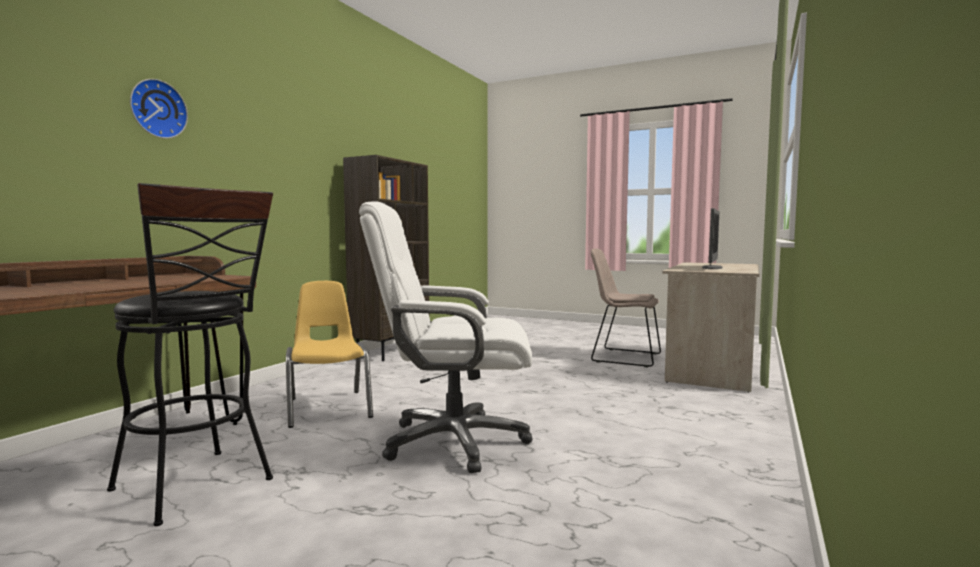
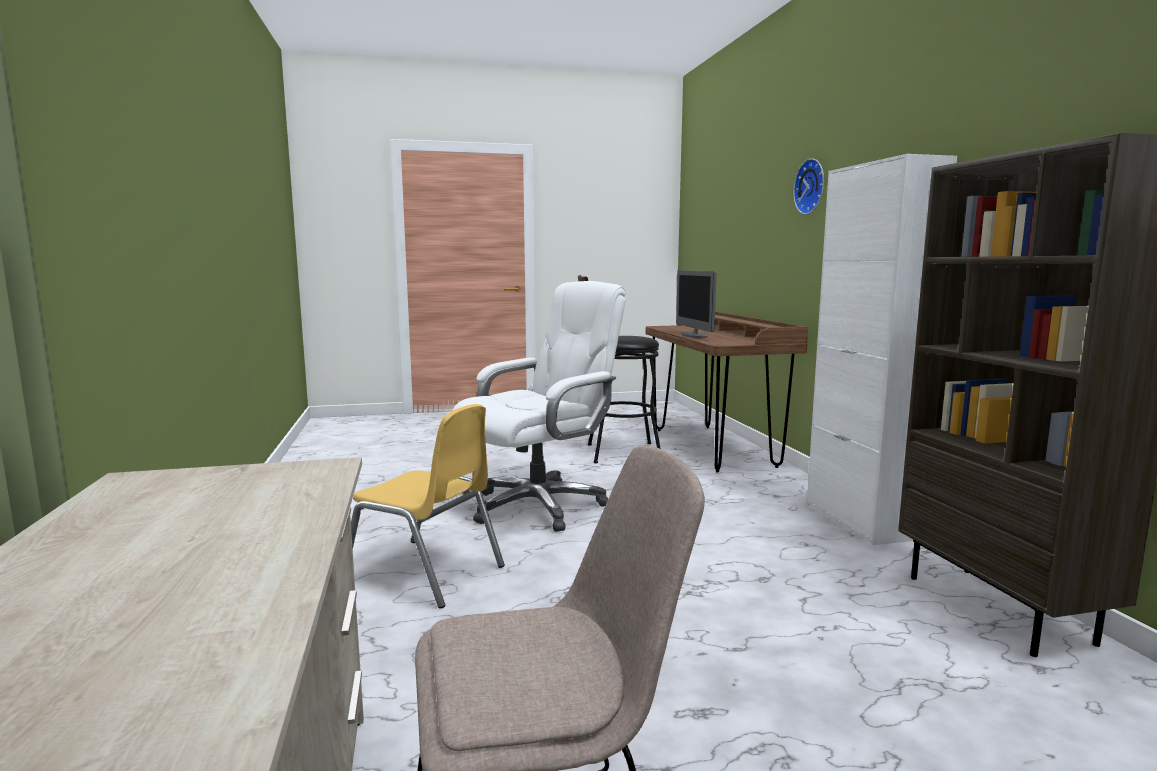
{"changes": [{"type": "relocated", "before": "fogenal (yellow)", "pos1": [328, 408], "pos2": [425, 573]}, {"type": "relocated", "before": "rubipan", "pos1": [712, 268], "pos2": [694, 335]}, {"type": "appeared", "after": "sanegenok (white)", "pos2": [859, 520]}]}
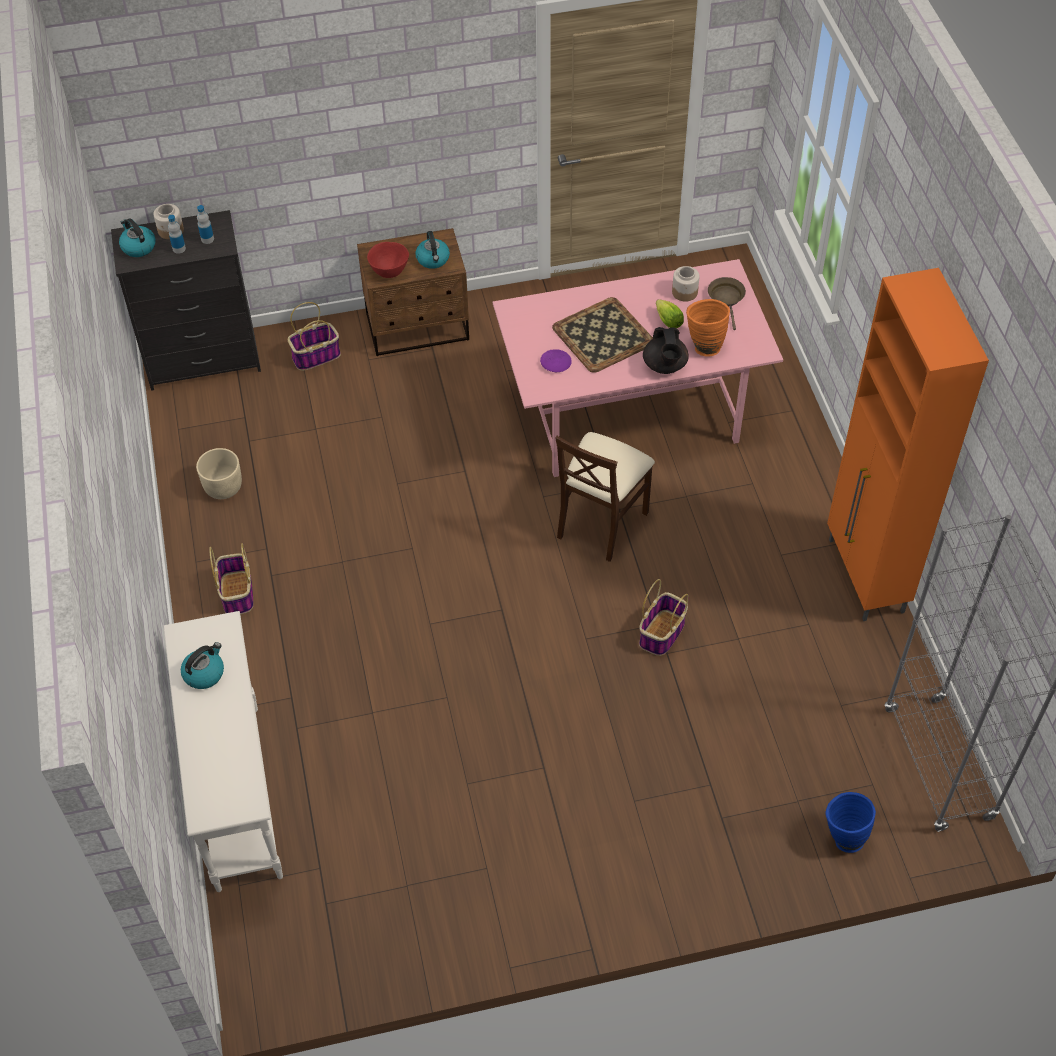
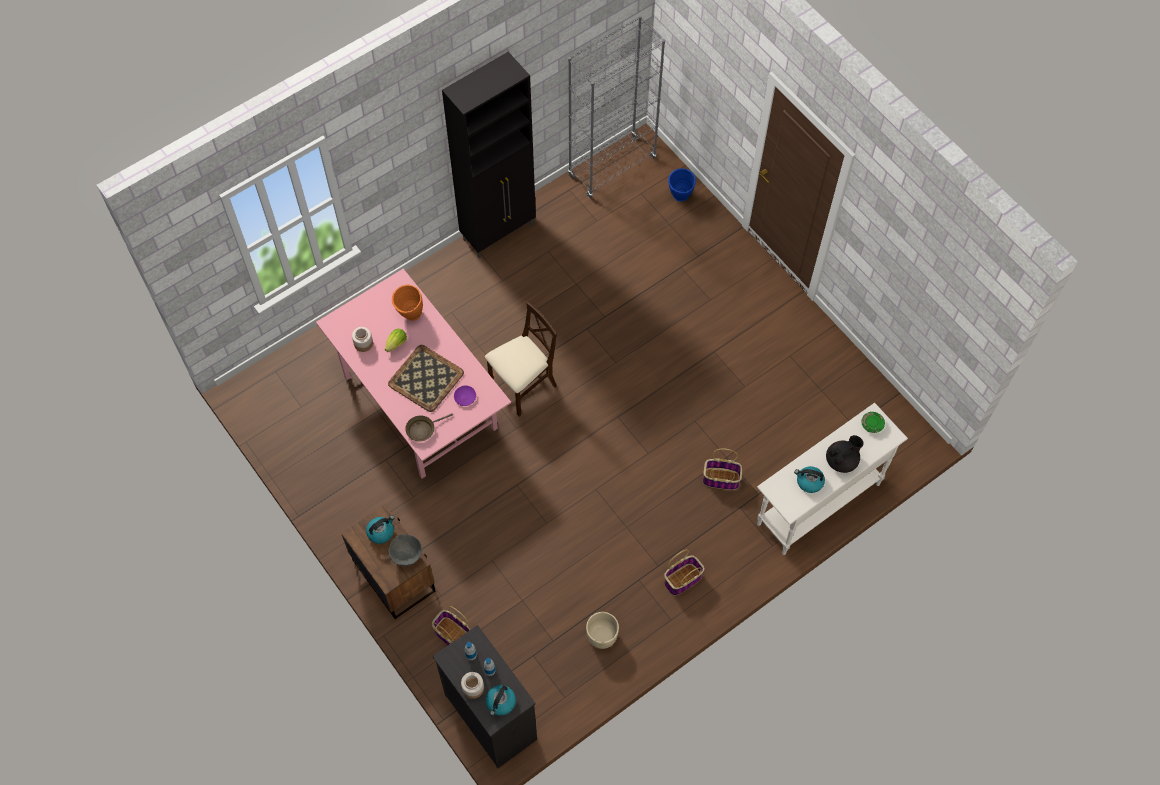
{"changes": [{"type": "colour", "before": "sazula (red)", "after": "sazula (grey)", "pos1": [389, 272], "pos2": [406, 556]}, {"type": "spun", "before": "fogenal (beige)", "pos1": [601, 522], "pos2": [523, 386], "turn": -45}, {"type": "relocated", "before": "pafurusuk", "pos1": [661, 634], "pos2": [721, 479]}, {"type": "relocated", "before": "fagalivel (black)", "pos1": [665, 366], "pos2": [842, 460]}, {"type": "relocated", "before": "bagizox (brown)", "pos1": [727, 299], "pos2": [423, 429]}, {"type": "colour", "before": "sanegenok (orange)", "after": "sanegenok (black)", "pos1": [865, 577], "pos2": [499, 232]}, {"type": "appeared", "after": "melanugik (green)", "pos2": [872, 424]}]}
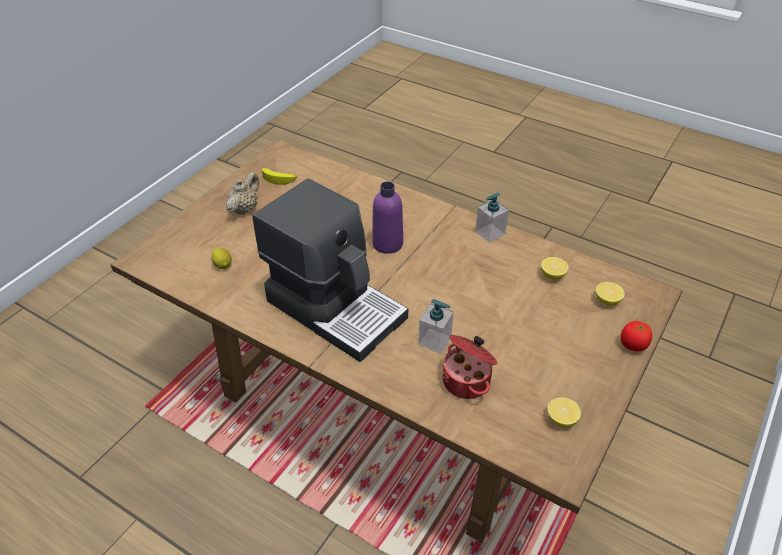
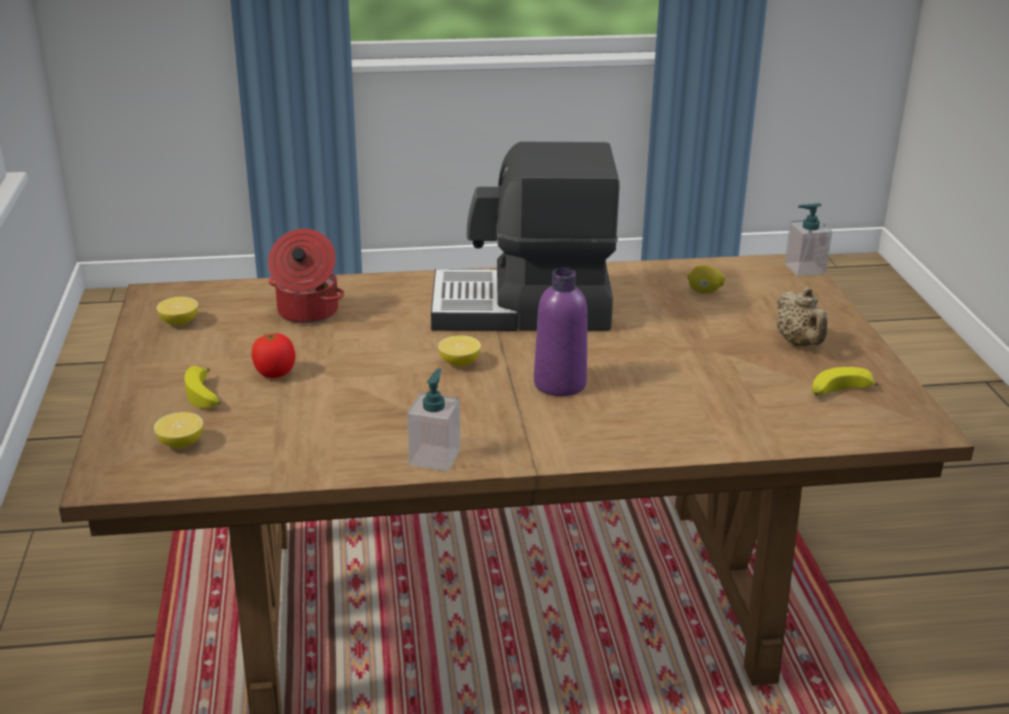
{"changes": [{"type": "relocated", "before": "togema", "pos1": [435, 341], "pos2": [804, 268]}, {"type": "relocated", "before": "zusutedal", "pos1": [552, 275], "pos2": [459, 363]}, {"type": "relocated", "before": "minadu", "pos1": [632, 345], "pos2": [275, 373]}, {"type": "appeared", "after": "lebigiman", "pos2": [205, 396]}]}
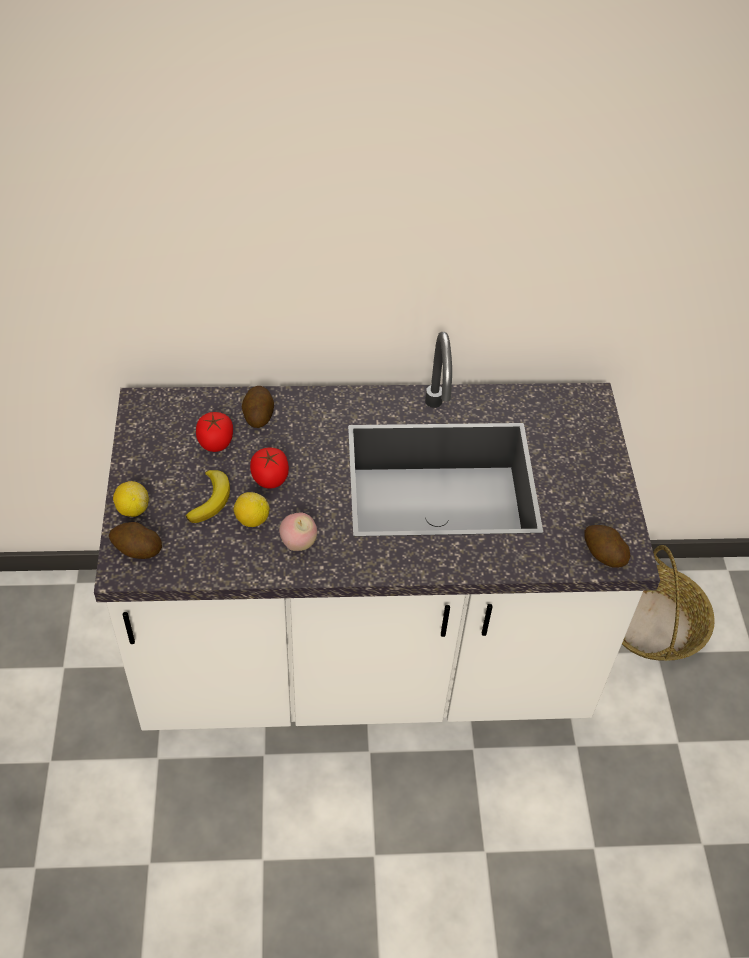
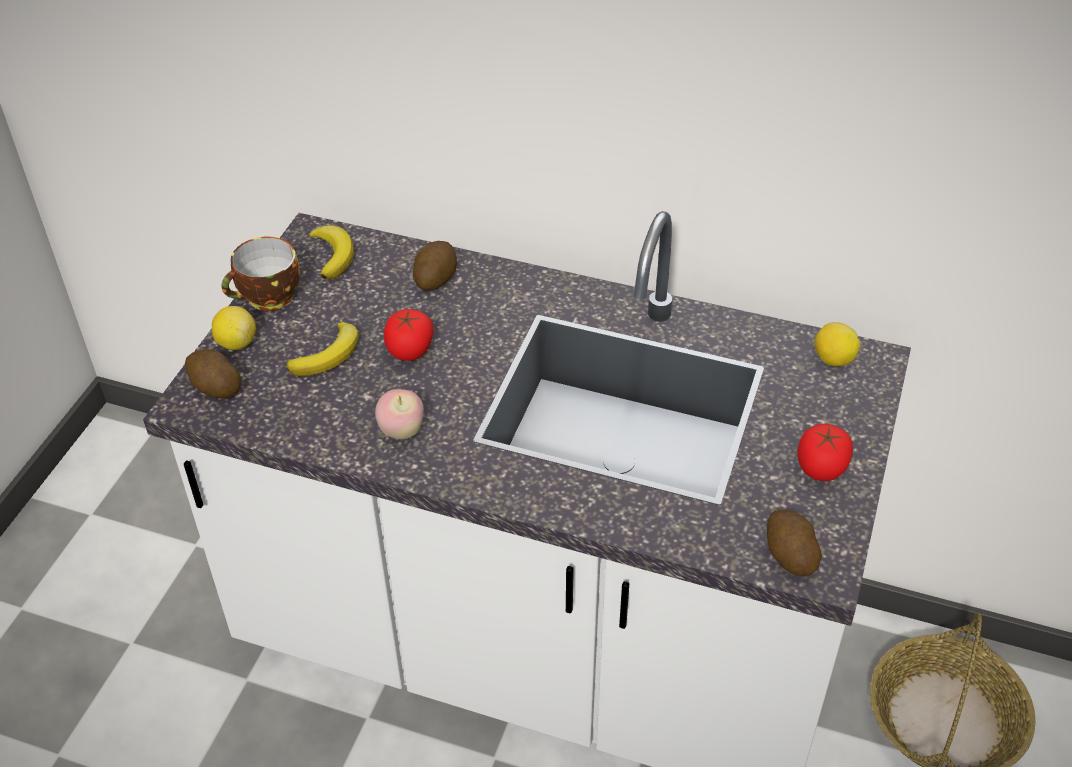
{"changes": [{"type": "relocated", "before": "minadu", "pos1": [215, 442], "pos2": [821, 467]}, {"type": "relocated", "before": "zusutedal", "pos1": [252, 520], "pos2": [833, 359]}, {"type": "appeared", "after": "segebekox", "pos2": [268, 298]}, {"type": "appeared", "after": "lebigiman", "pos2": [333, 255]}]}
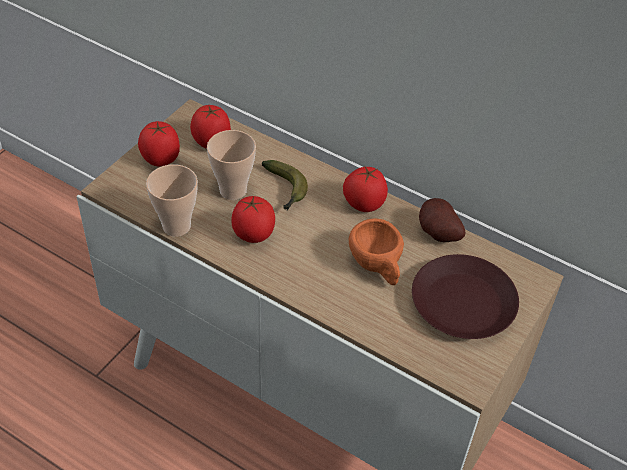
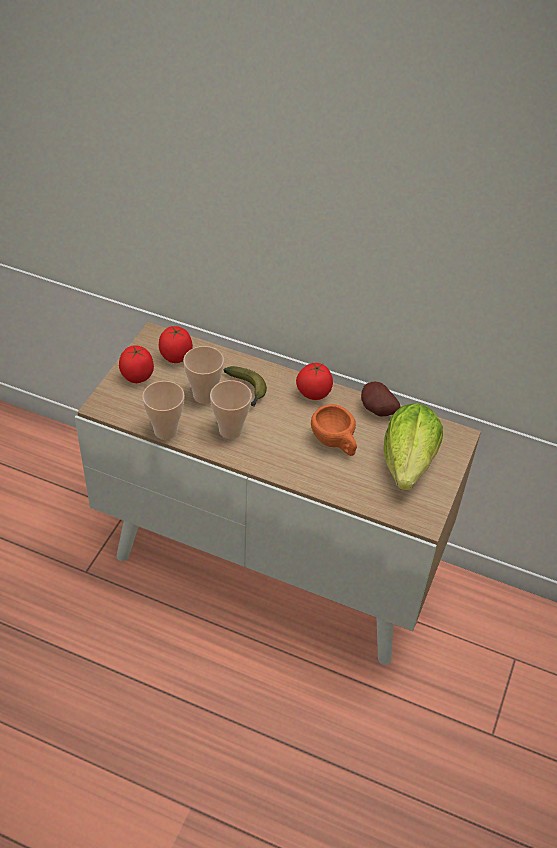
{"changes": [{"type": "exchanged", "before": "minadu", "after": "segebekox", "pos1": [253, 235], "pos2": [230, 430]}, {"type": "exchanged", "before": "melanugik (brown)", "after": "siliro", "pos1": [464, 303], "pos2": [408, 462]}]}
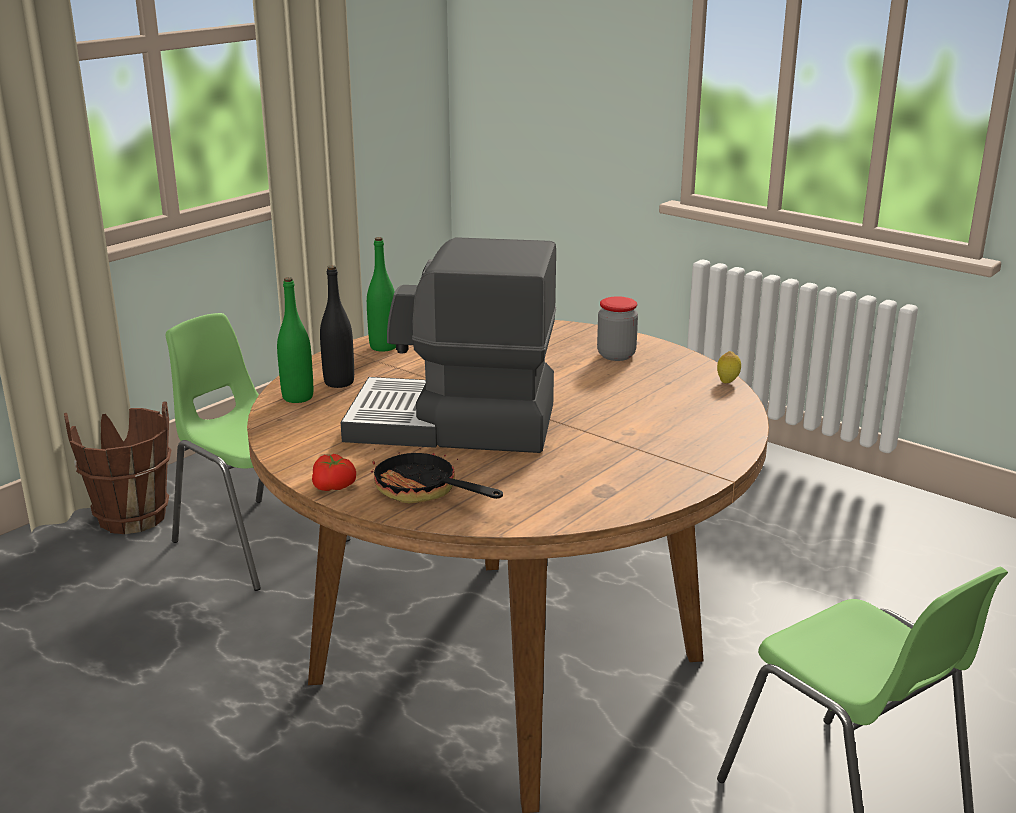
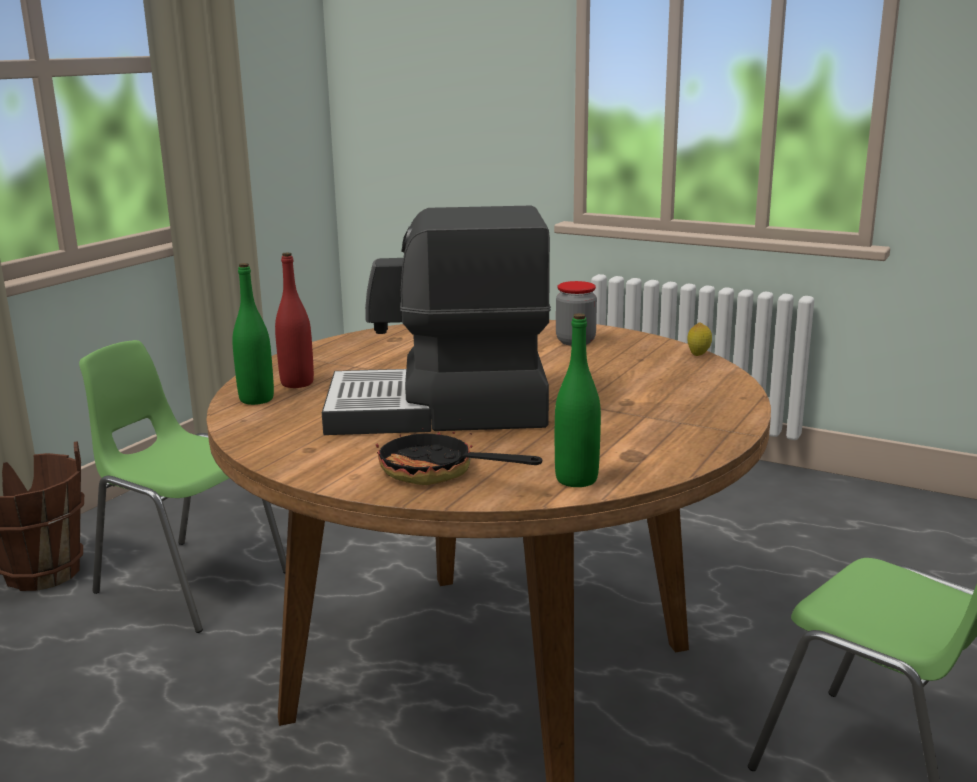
{"changes": [{"type": "missing", "before": "minadu", "pos1": [335, 486]}, {"type": "colour", "before": "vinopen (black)", "after": "vinopen (red)", "pos1": [339, 382], "pos2": [297, 383]}, {"type": "relocated", "before": "vinopen (green)", "pos1": [383, 347], "pos2": [576, 479]}]}
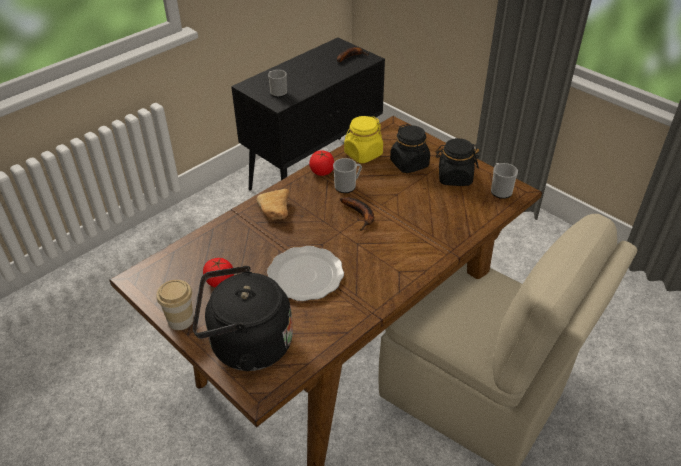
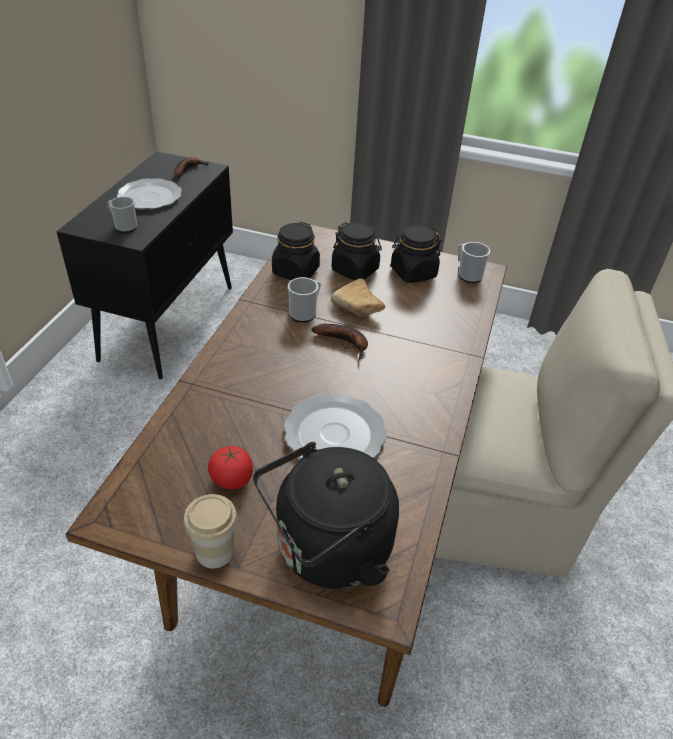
{"changes": [{"type": "relocated", "before": "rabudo", "pos1": [275, 213], "pos2": [360, 308]}, {"type": "missing", "before": "minadu", "pos1": [322, 171]}, {"type": "colour", "before": "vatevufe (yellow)", "after": "vatevufe (black)", "pos1": [363, 154], "pos2": [295, 271]}, {"type": "appeared", "after": "melanugik", "pos2": [150, 197]}]}
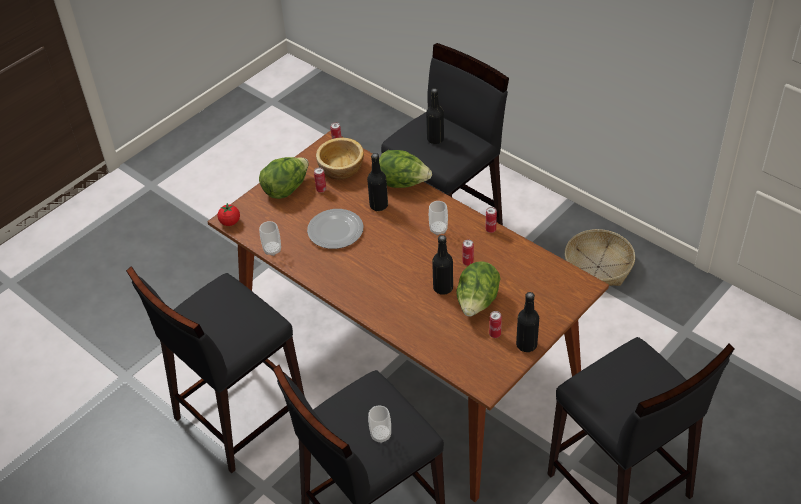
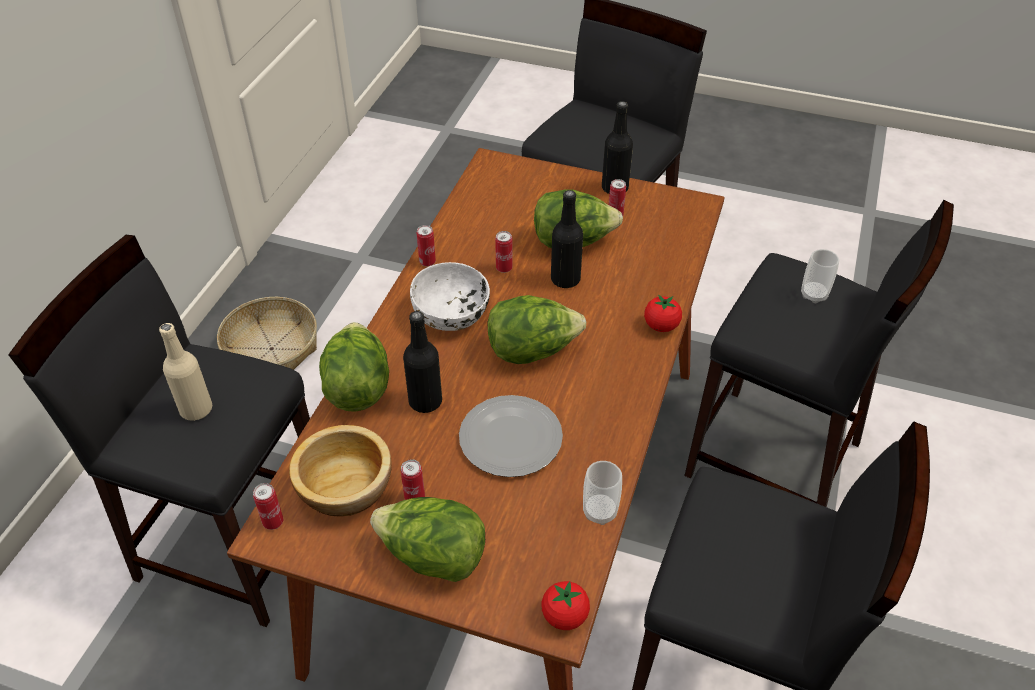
{"changes": [{"type": "colour", "before": "vinopen (black)", "after": "vinopen (beige)", "pos1": [435, 139], "pos2": [196, 409]}, {"type": "exchanged", "before": "segebekox", "after": "sazula (white)", "pos1": [438, 229], "pos2": [451, 315]}, {"type": "appeared", "after": "siliro", "pos2": [532, 351]}, {"type": "appeared", "after": "minadu", "pos2": [661, 326]}]}
